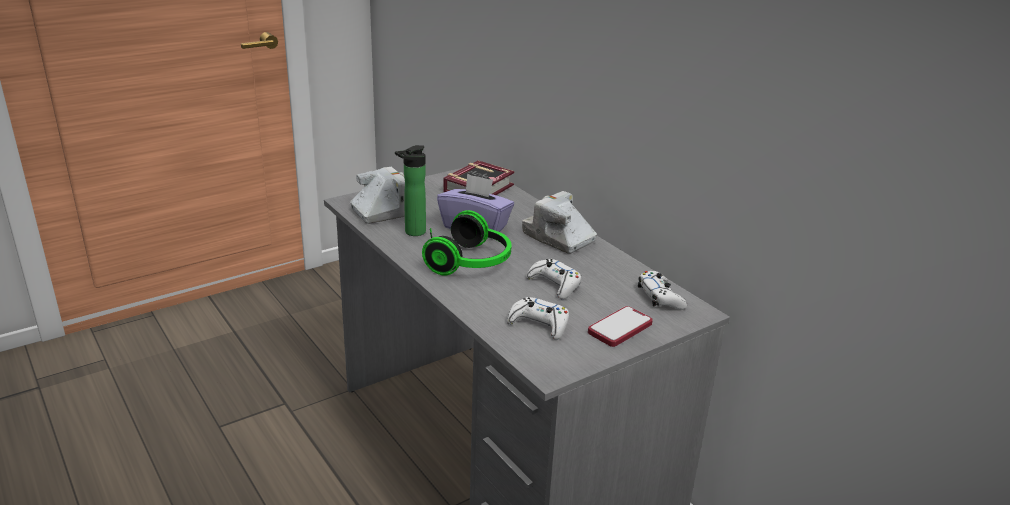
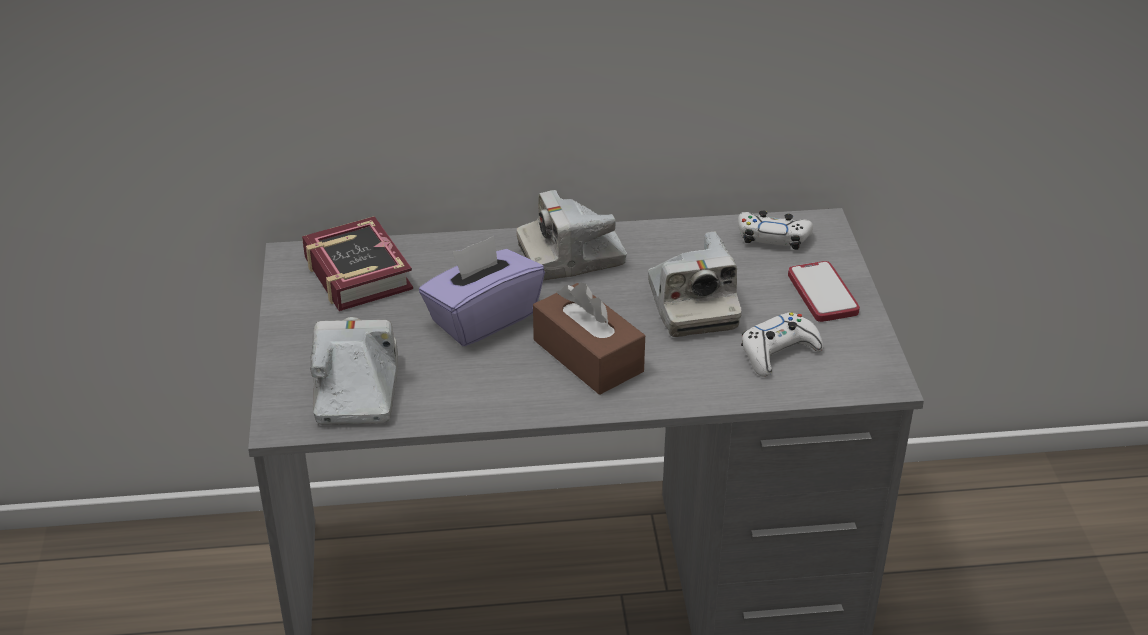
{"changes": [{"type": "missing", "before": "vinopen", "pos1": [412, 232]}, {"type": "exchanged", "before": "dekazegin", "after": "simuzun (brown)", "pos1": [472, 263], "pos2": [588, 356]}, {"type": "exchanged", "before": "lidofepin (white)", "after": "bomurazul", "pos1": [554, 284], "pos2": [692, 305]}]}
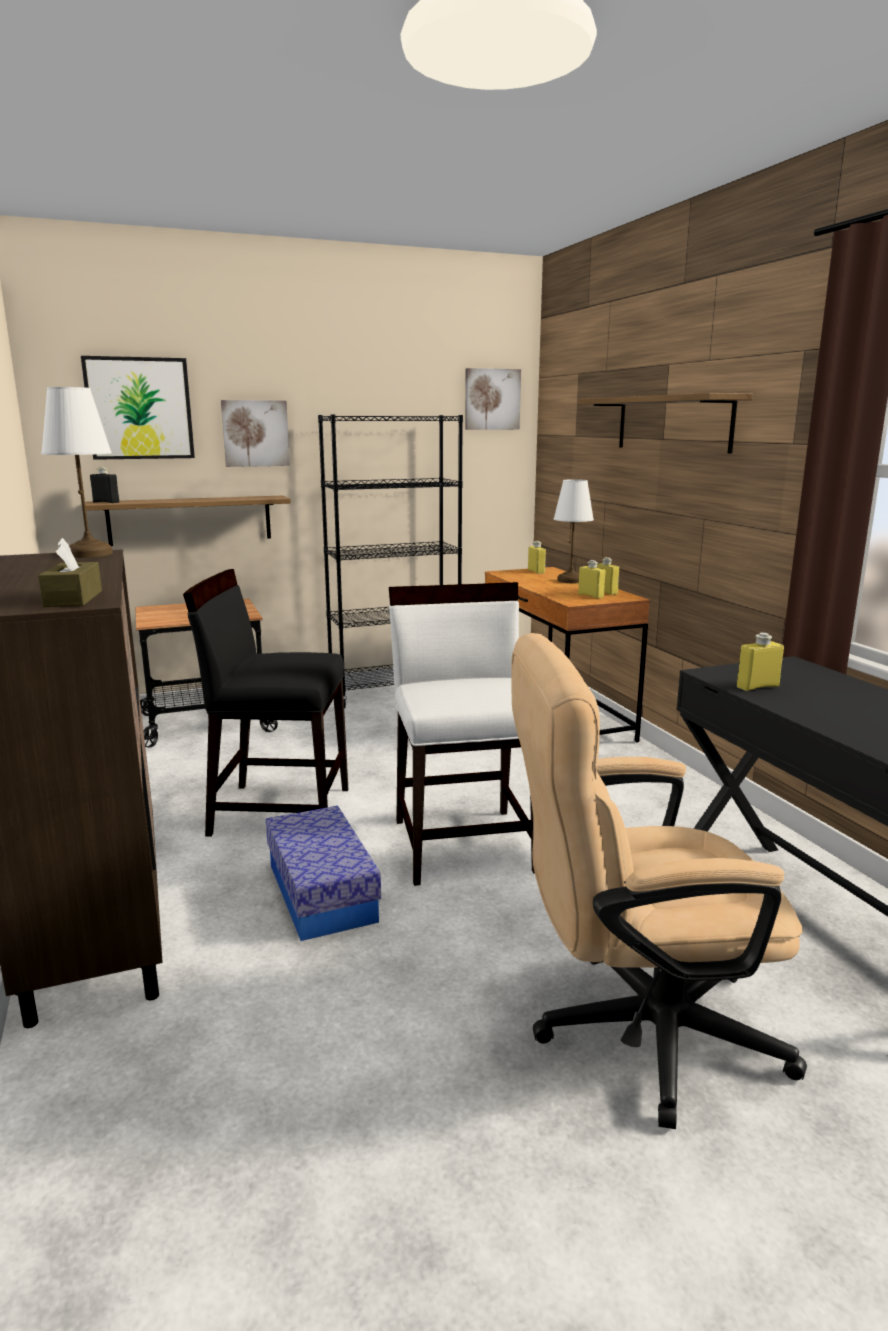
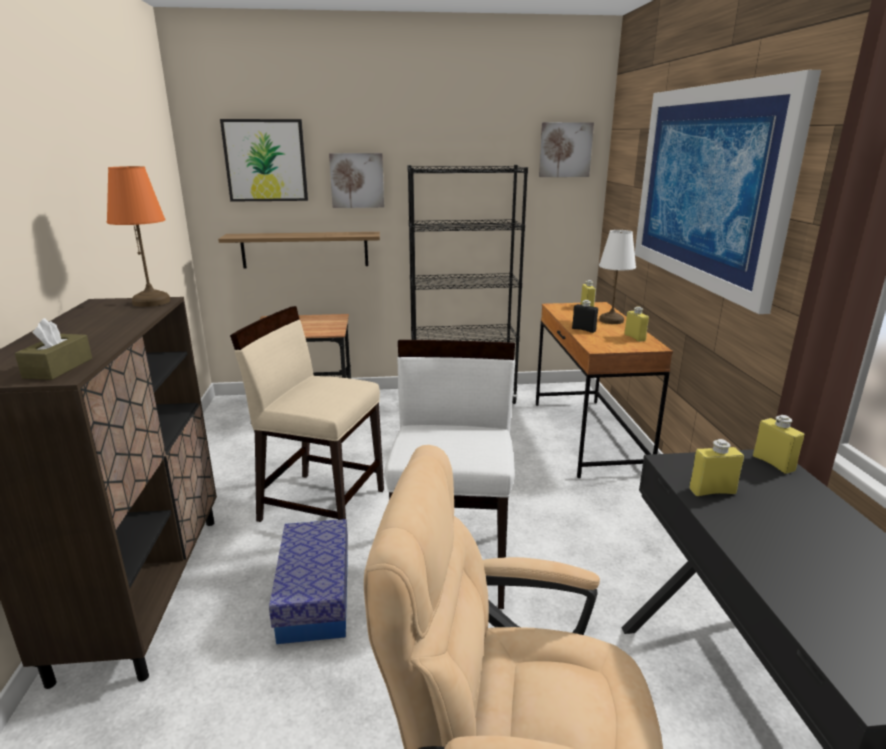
{"changes": [{"type": "colour", "before": "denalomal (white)", "after": "denalomal (orange)", "pos1": [89, 554], "pos2": [151, 302]}, {"type": "relocated", "before": "vinopen (black)", "pos1": [106, 502], "pos2": [583, 330]}, {"type": "colour", "before": "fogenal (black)", "after": "fogenal (beige)", "pos1": [279, 810], "pos2": [322, 504]}, {"type": "exchanged", "before": "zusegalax", "after": "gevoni", "pos1": [672, 423], "pos2": [708, 187]}, {"type": "relocated", "before": "vinopen (yellow)", "pos1": [590, 596], "pos2": [773, 463]}]}
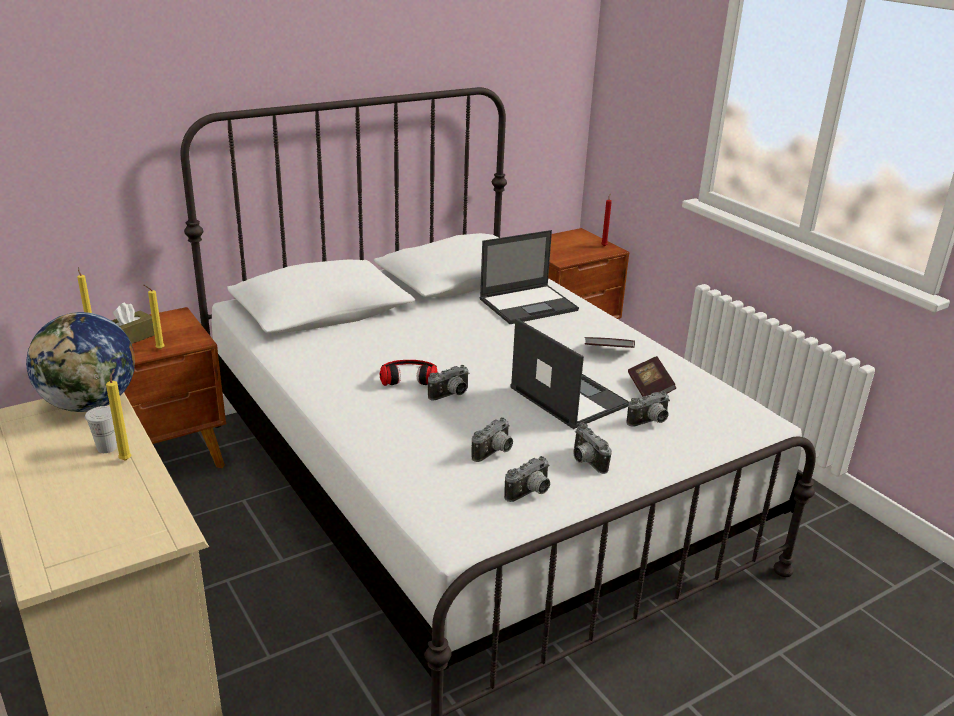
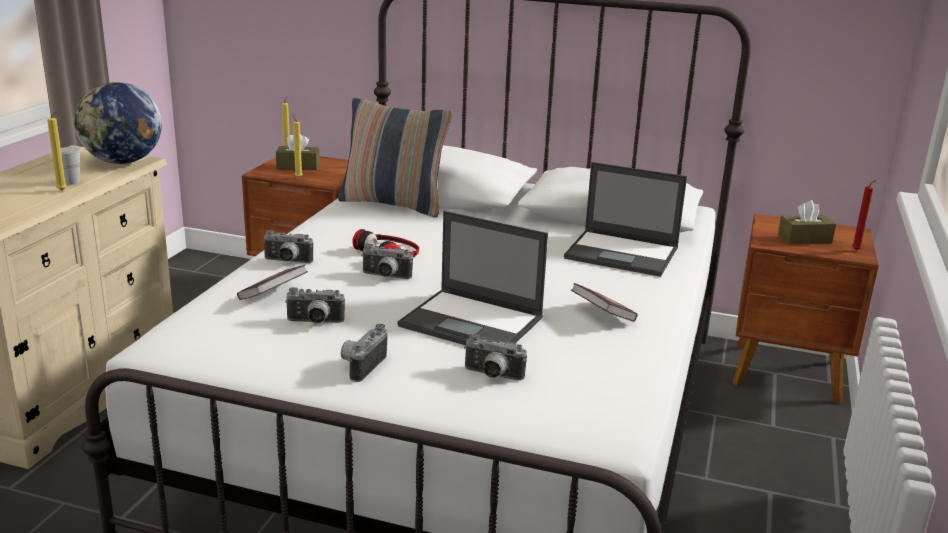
{"changes": [{"type": "relocated", "before": "bomurazul", "pos1": [530, 493], "pos2": [287, 262]}, {"type": "spun", "before": "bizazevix", "pos1": [567, 396], "pos2": [473, 322], "turn": 105}, {"type": "relocated", "before": "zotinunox", "pos1": [650, 389], "pos2": [273, 295]}, {"type": "appeared", "after": "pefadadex", "pos2": [393, 204]}, {"type": "appeared", "after": "simuzun (brown)", "pos2": [804, 238]}]}
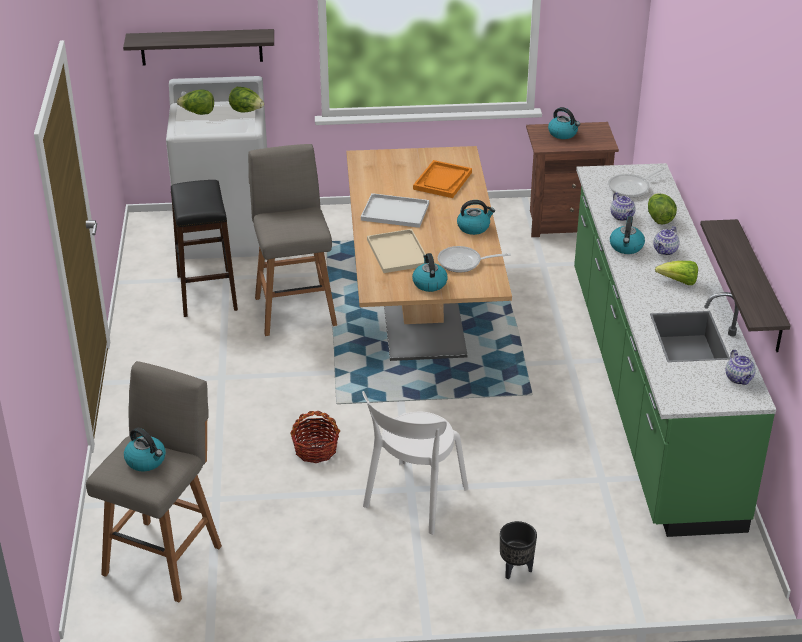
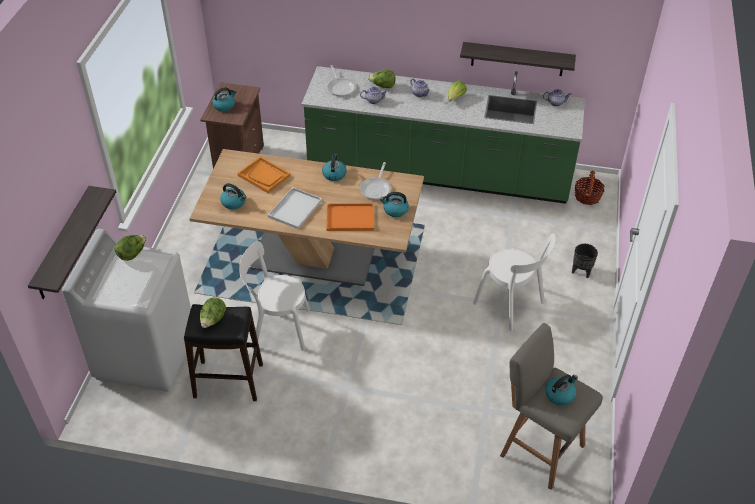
{"changes": [{"type": "relocated", "before": "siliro", "pos1": [198, 113], "pos2": [213, 320]}, {"type": "exchanged", "before": "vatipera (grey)", "after": "fogenal (white)", "pos1": [295, 309], "pos2": [277, 328]}, {"type": "relocated", "before": "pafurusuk", "pos1": [315, 450], "pos2": [587, 196]}, {"type": "colour", "before": "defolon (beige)", "after": "defolon (orange)", "pos1": [399, 253], "pos2": [351, 217]}, {"type": "relocated", "before": "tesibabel", "pos1": [626, 247], "pos2": [234, 202]}]}
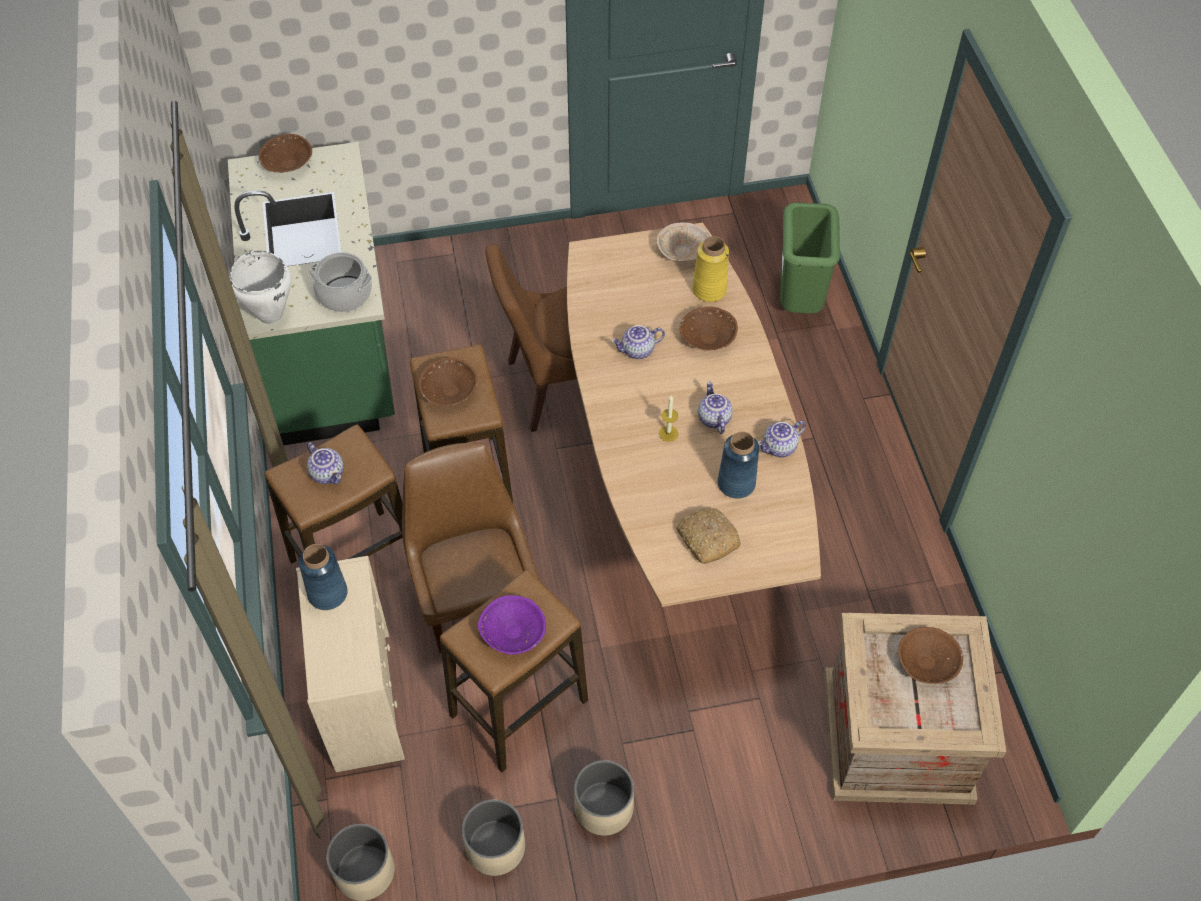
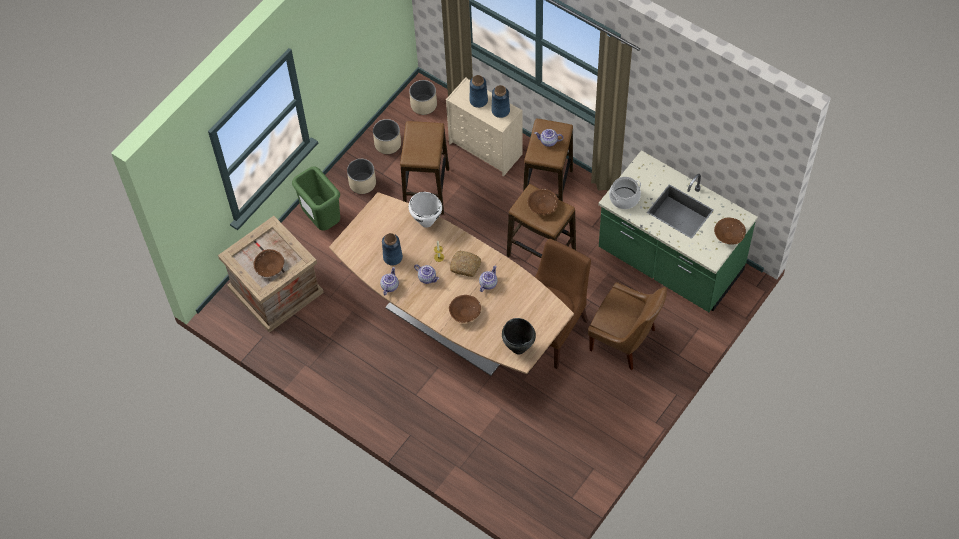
{"changes": [{"type": "relocated", "before": "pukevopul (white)", "pos1": [270, 315], "pos2": [426, 221]}, {"type": "relocated", "before": "fogenal (brown)", "pos1": [475, 598], "pos2": [625, 341]}, {"type": "missing", "before": "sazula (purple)", "pos1": [514, 633]}, {"type": "exchanged", "before": "sazula (beige)", "after": "pukevopul (black)", "pos1": [683, 252], "pos2": [518, 349]}, {"type": "relocated", "before": "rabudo", "pos1": [706, 539], "pos2": [465, 265]}, {"type": "missing", "before": "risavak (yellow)", "pos1": [709, 289]}, {"type": "relocated", "before": "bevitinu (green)", "pos1": [800, 302], "pos2": [321, 220]}, {"type": "appeared", "after": "risavak (blue)", "pos2": [478, 100]}]}
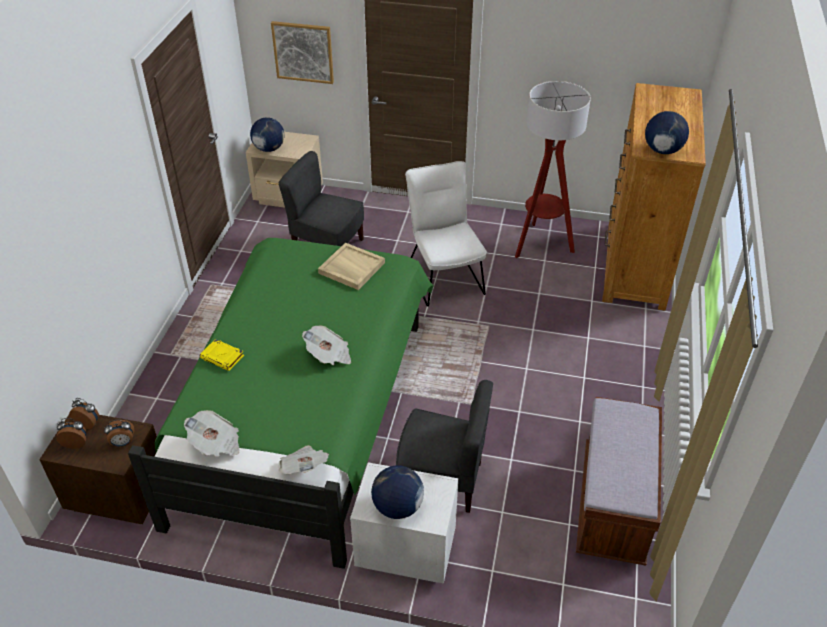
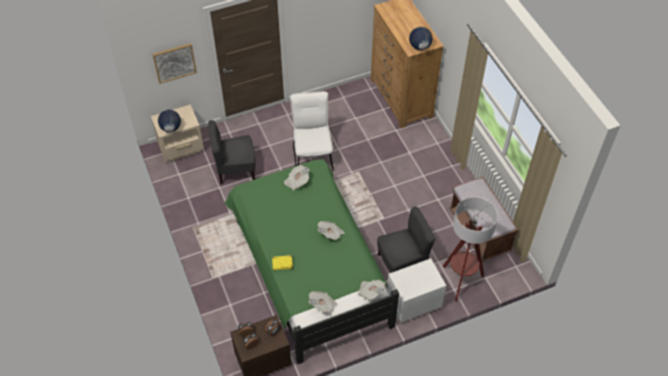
{"changes": [{"type": "exchanged", "before": "defolon (beige)", "after": "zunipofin", "pos1": [351, 268], "pos2": [296, 181]}, {"type": "missing", "before": "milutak", "pos1": [397, 507]}, {"type": "spun", "before": "fogenal (white)", "pos1": [444, 276], "pos2": [312, 154], "turn": 45}, {"type": "relocated", "before": "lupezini", "pos1": [540, 244], "pos2": [460, 281]}]}
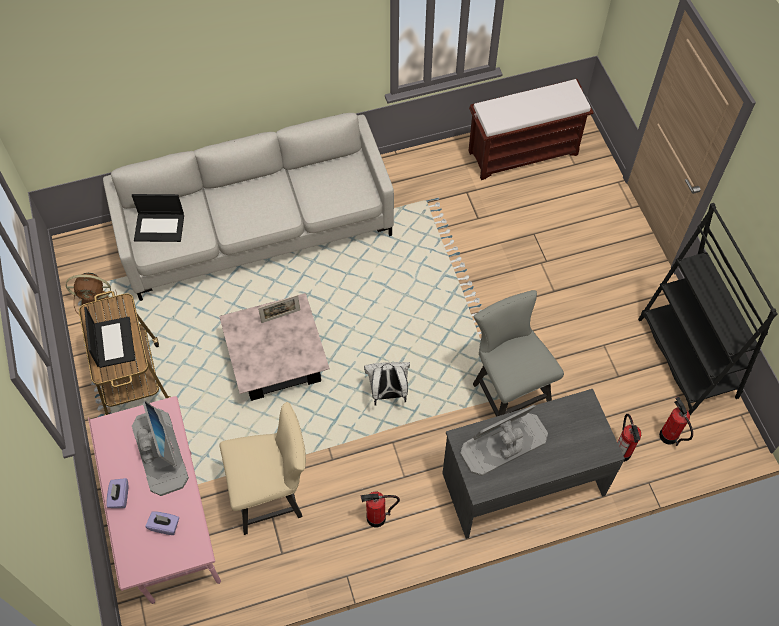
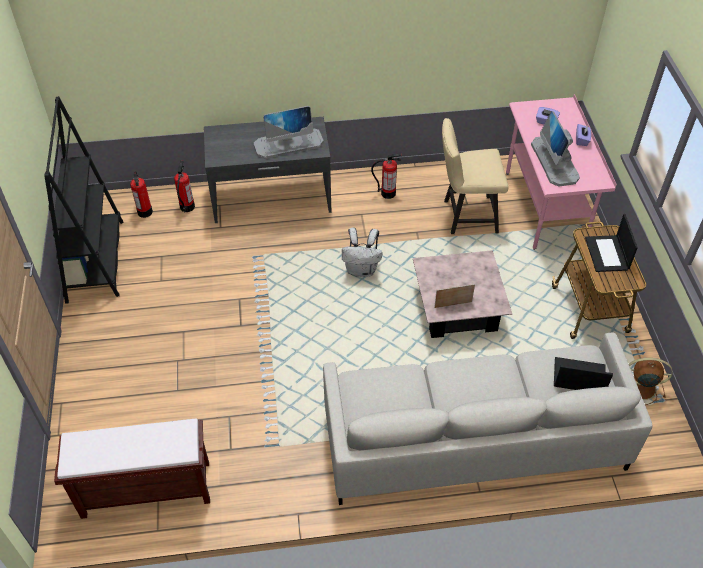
{"changes": [{"type": "missing", "before": "fogenal (grey)", "pos1": [507, 391]}]}
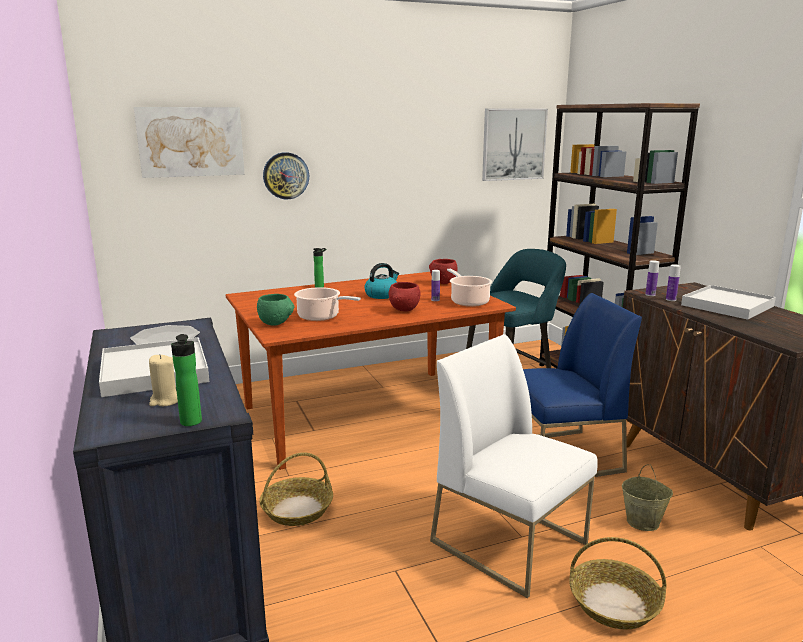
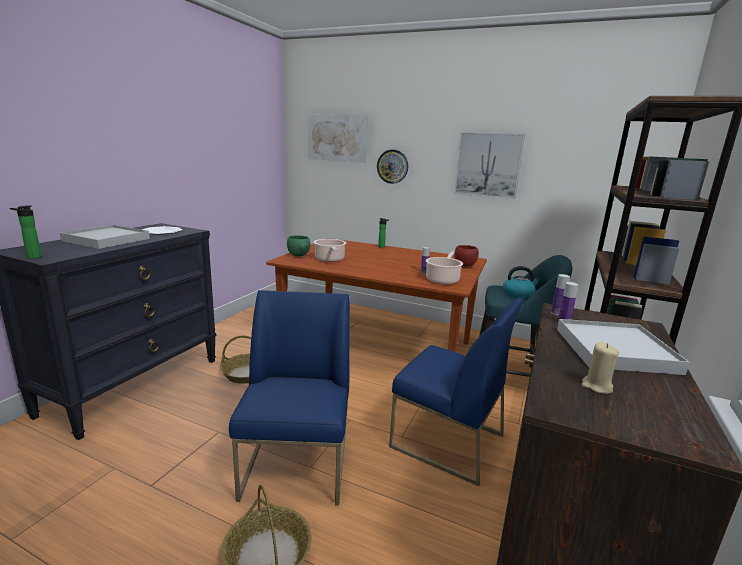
{"changes": [{"type": "relocated", "before": "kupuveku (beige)", "pos1": [165, 401], "pos2": [596, 386]}, {"type": "relocated", "before": "tesibabel", "pos1": [382, 295], "pos2": [518, 294]}, {"type": "missing", "before": "sazula (red)", "pos1": [404, 310]}, {"type": "colour", "before": "fogenal (white)", "after": "fogenal (blue)", "pos1": [510, 542], "pos2": [297, 465]}, {"type": "relocated", "before": "gevoni", "pos1": [513, 144], "pos2": [488, 165]}, {"type": "missing", "before": "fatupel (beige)", "pos1": [643, 522]}]}
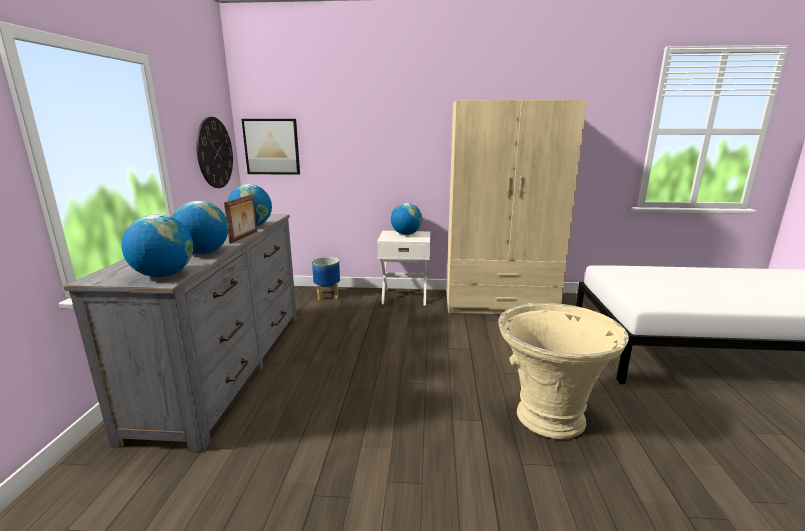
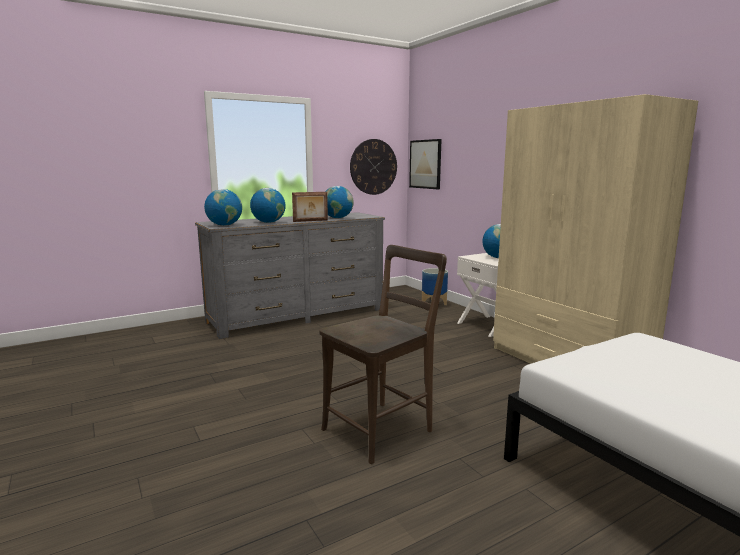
{"changes": [{"type": "exchanged", "before": "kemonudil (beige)", "after": "fogenal (brown)", "pos1": [549, 416], "pos2": [382, 428]}]}
